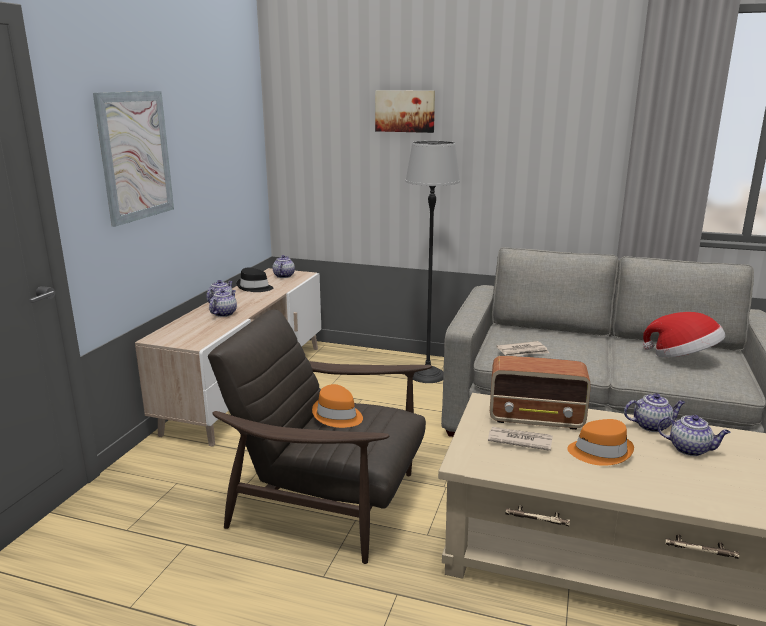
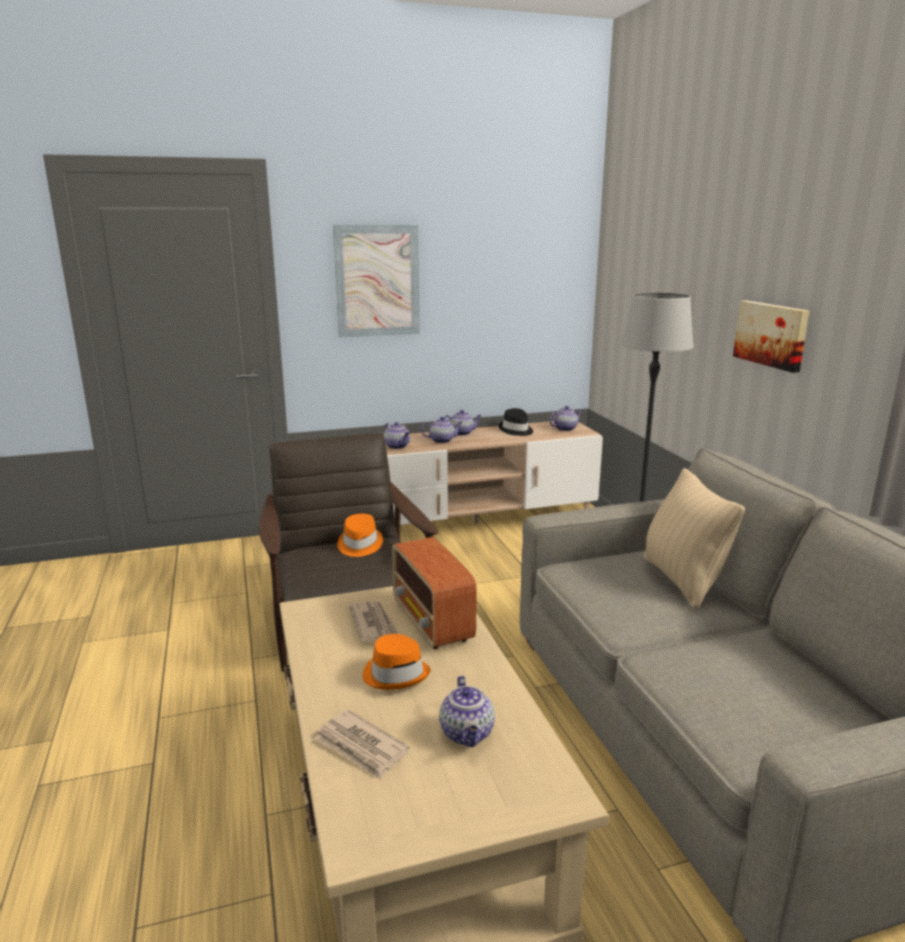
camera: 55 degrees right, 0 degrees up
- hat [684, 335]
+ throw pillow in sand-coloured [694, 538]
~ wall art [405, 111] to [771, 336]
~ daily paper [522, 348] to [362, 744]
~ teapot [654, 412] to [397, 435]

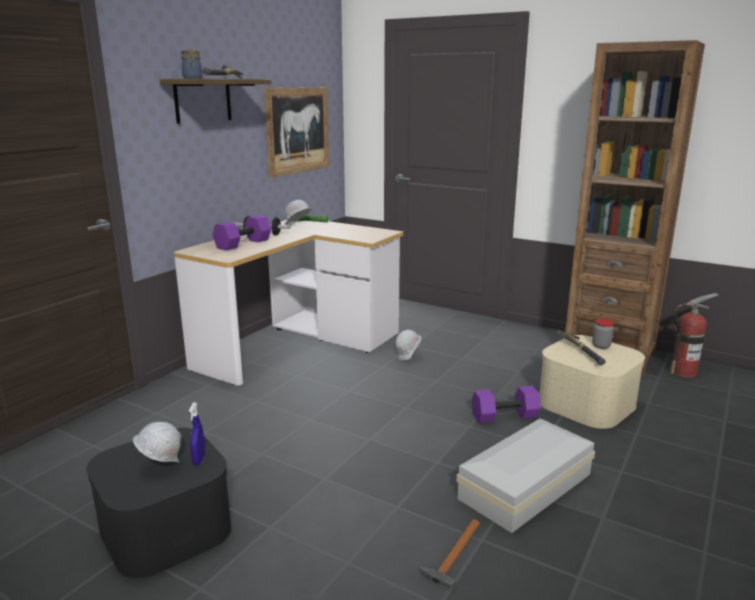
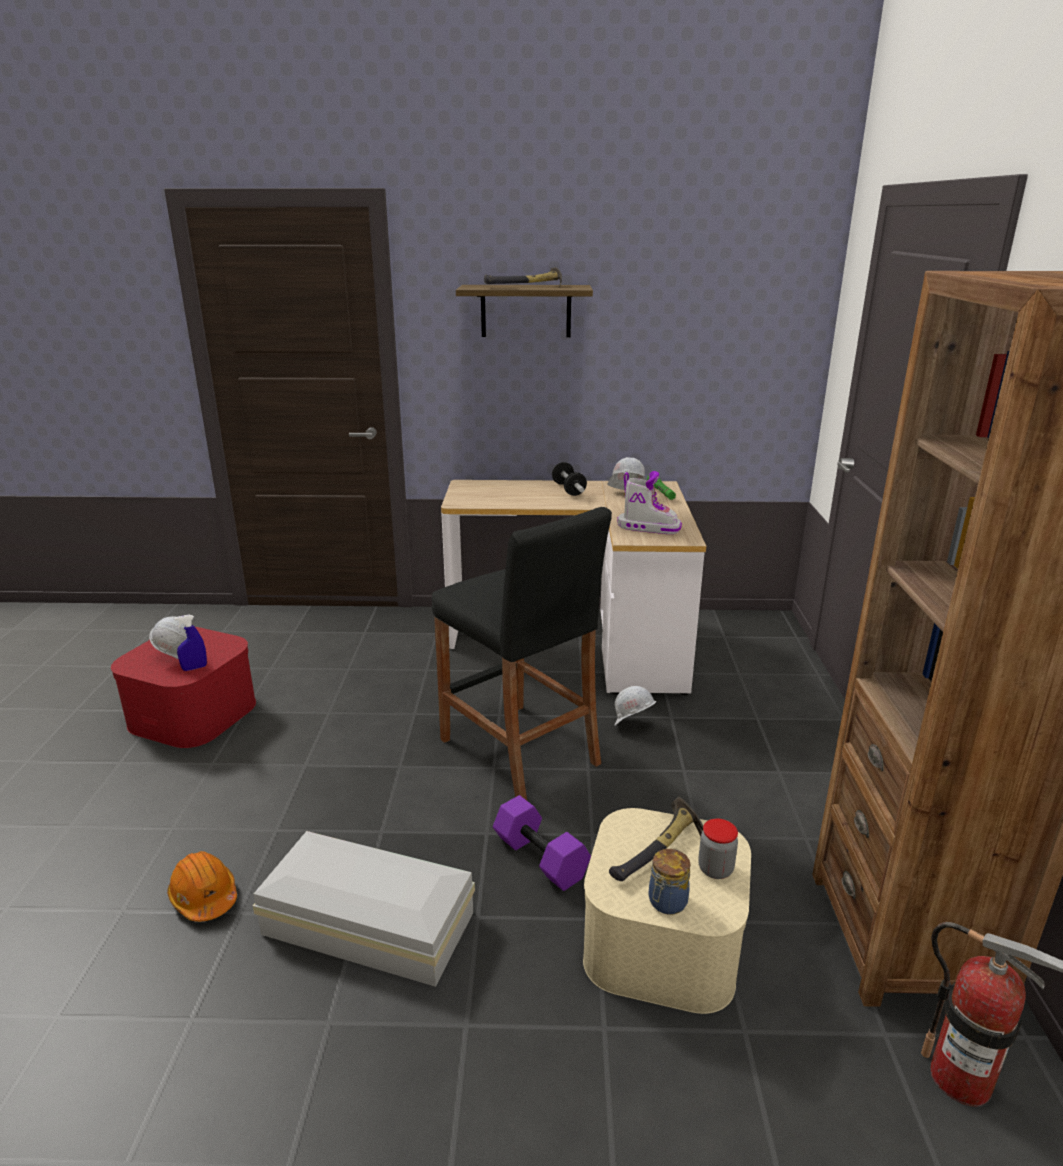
camera: 60 degrees right, 5 degrees up
- hand weight in purple-coloured [241, 233]
- wall art [296, 132]
+ sitting stool in blackish [522, 653]
+ high-top boot [649, 502]
~ storage jar [191, 64] to [670, 882]
~ hammer [449, 554] to hard hat in orange [202, 886]
~ storage container in blackish [159, 503] to storage container in reddish [183, 687]

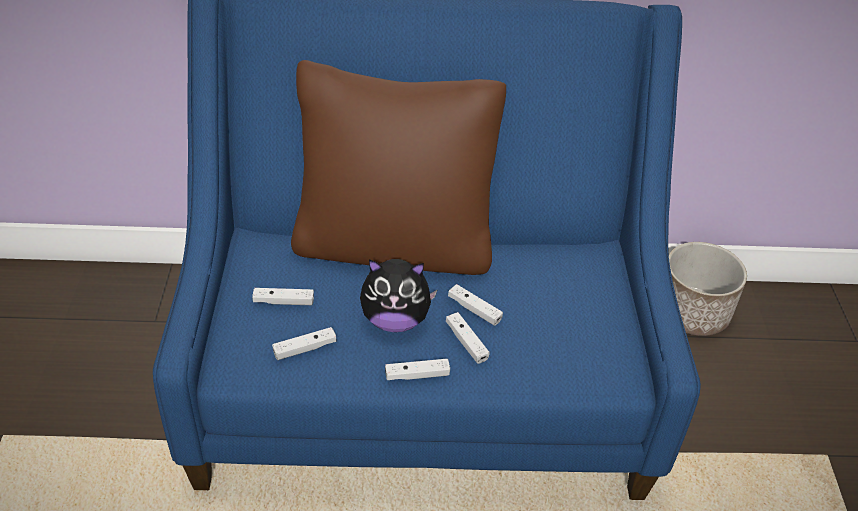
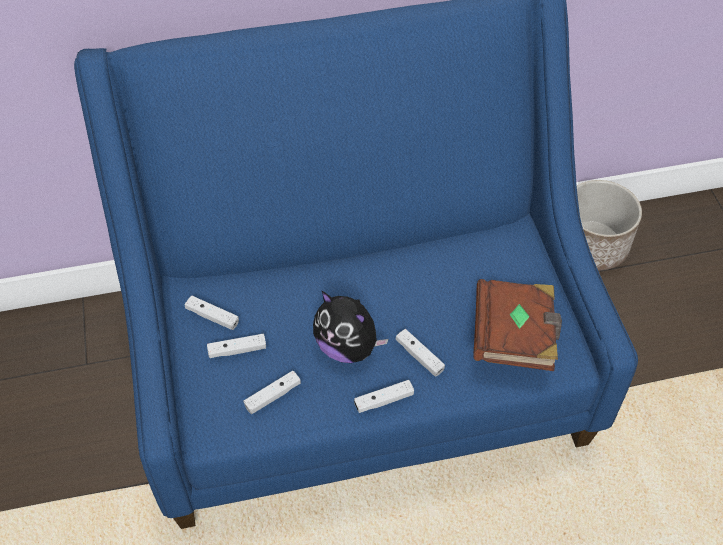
camera: 10 degrees left, 10 degrees up
- throw pillow in brown-coloured [398, 167]
+ volume in brown-coloured [518, 325]
~ game controller in whitish [475, 305] to [212, 312]
~ plush toy [399, 295] = [351, 327] 45 degrees clockwise

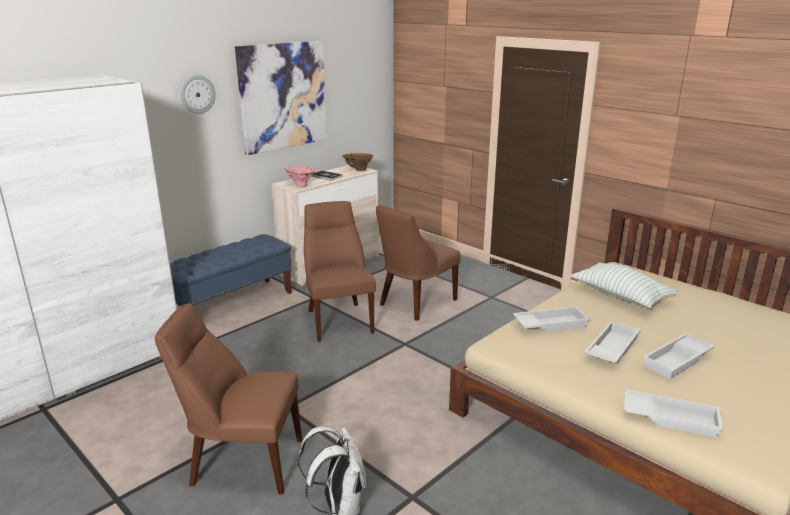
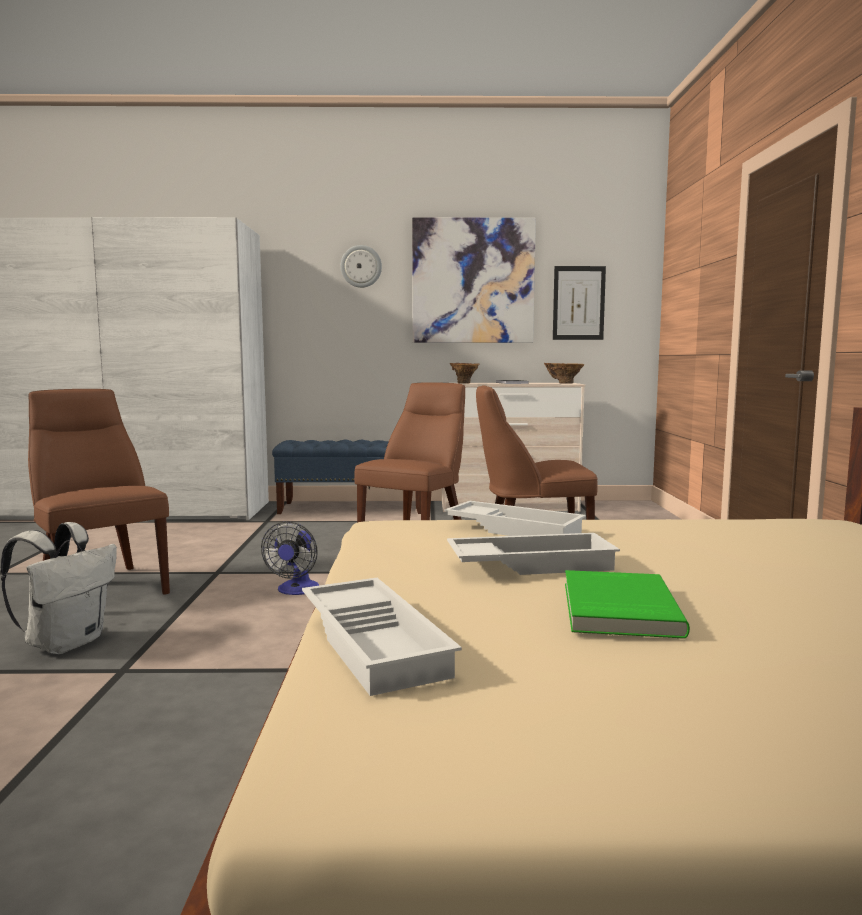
camera: 45 degrees right, 15 degrees down
- throw pillow [624, 285]
+ fan [290, 558]
+ wall art [579, 303]
~ serving tray in whitish [679, 356] to volume in green-coloured [627, 604]
~ decorative vase in pink-coloured [299, 176] to decorative vase in brown-coloured [464, 373]

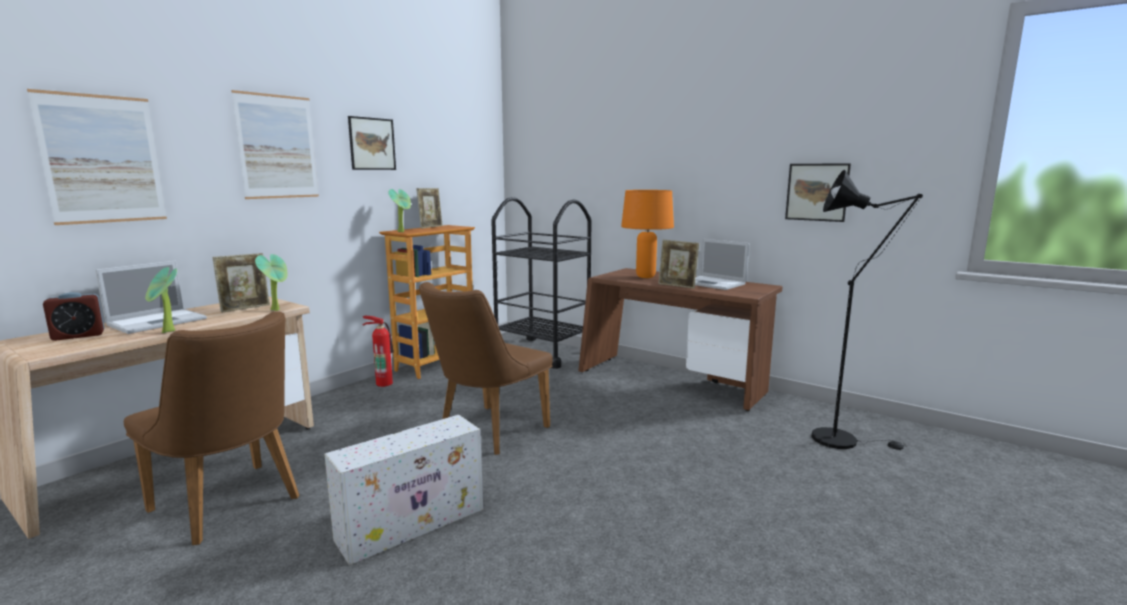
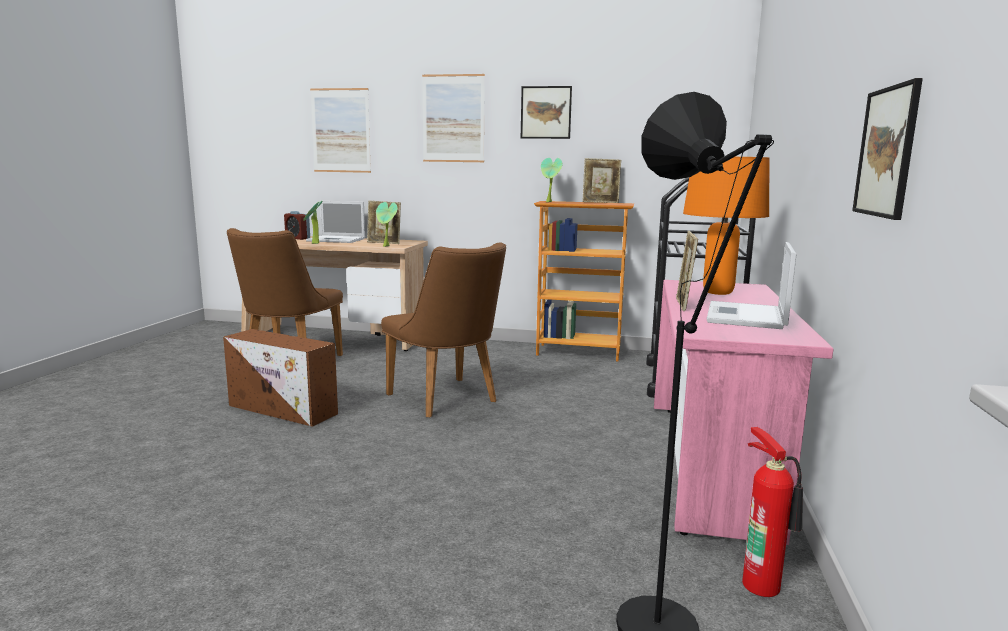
camera: 65 degrees right, 0 degrees up
~ fire extinguisher [378, 351] to [772, 512]
~ storage container in whitish [403, 490] to storage container in brown-coloured [280, 378]
~ desk in brown-coloured [681, 339] to desk in pink-coloured [744, 412]
~ plain chair in brown-coloured [486, 368] = [443, 329] 135 degrees counterclockwise

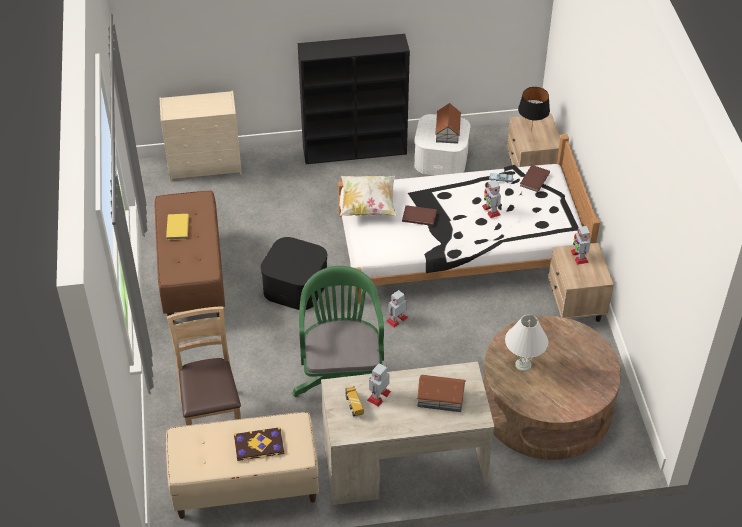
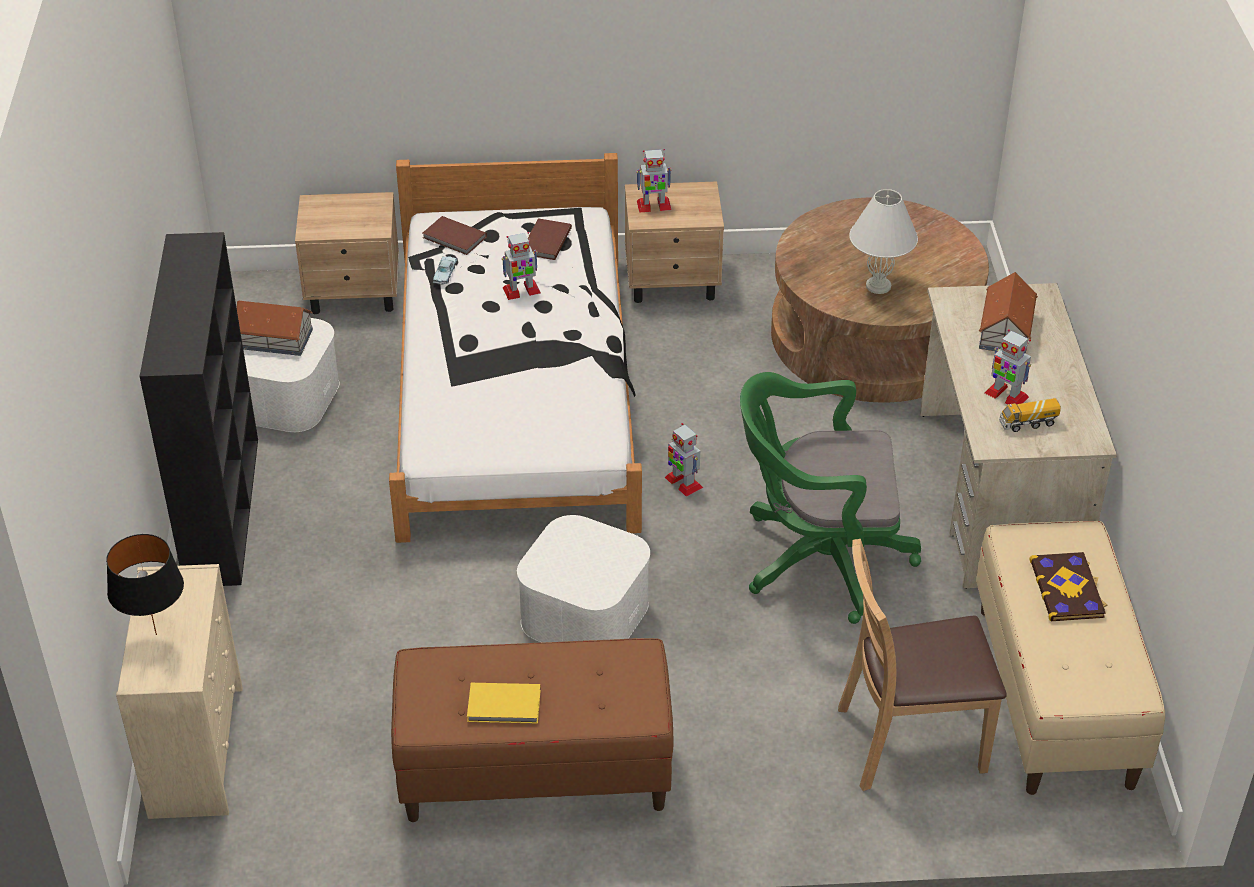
camera: 85 degrees left, 5 degrees down
- throw pillow [368, 196]
~ volume in brown-coloured [419, 215] to [550, 239]
~ tabletop lamp in blackish [534, 109] to [145, 584]
~ storage container in blackish [294, 273] to storage container in whitish [583, 579]

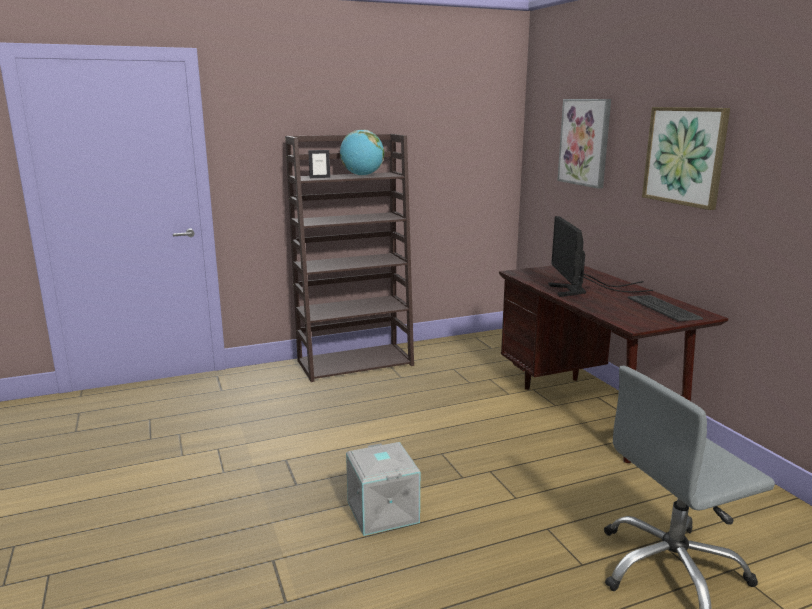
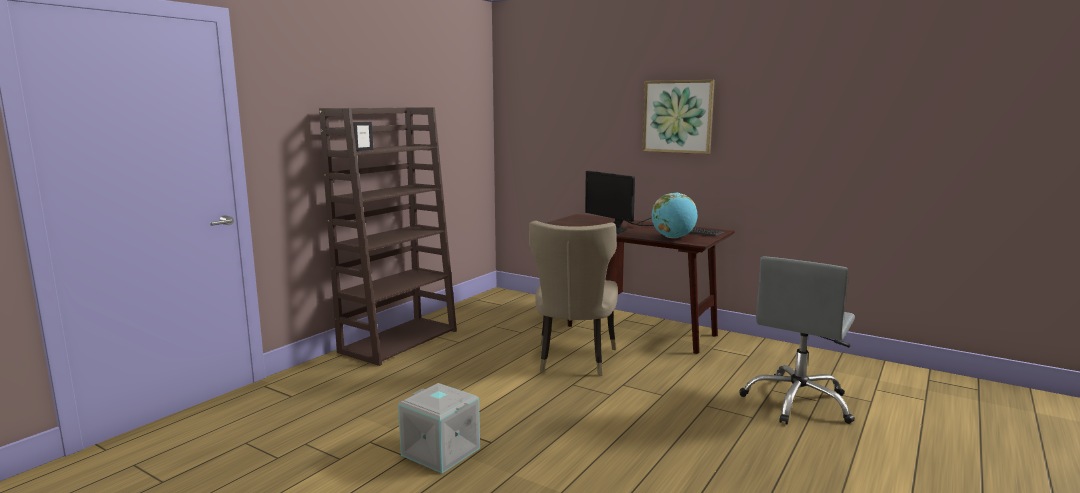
camera: 35 degrees left, 5 degrees down
- wall art [584, 144]
+ plain chair in sand-coloured [573, 298]
~ globe [362, 153] to [674, 215]
~ storage container in grey [383, 489] to [439, 428]

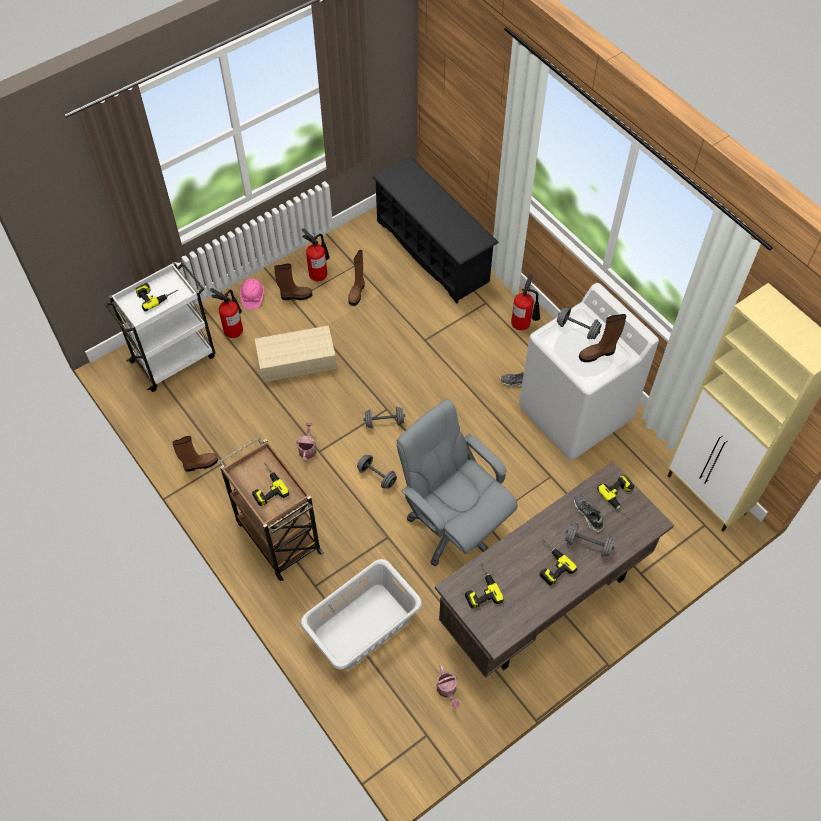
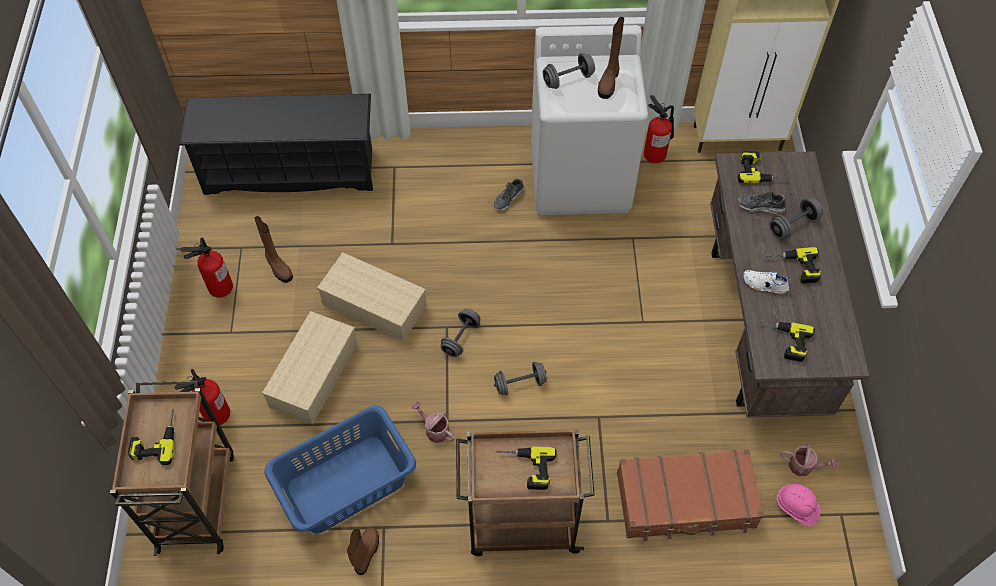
camera: 55 degrees left, 0 degrees up
- high-top boot in brown-coloured [293, 282]
- computer chair in grey [457, 482]
+ laundry basket in blue [340, 470]
+ storage container in sand-coloured [372, 297]
+ low shoe in whitish [767, 282]
~ hard hat in pink-coloured [252, 293] to [798, 505]
~ fire extinguisher [525, 302] to [659, 129]
~ laundry basket in grey [361, 614] to piece of luggage in brown-coloured [690, 495]
~ trolley in whitish [160, 327] to trolley in brown-coloured [172, 468]

